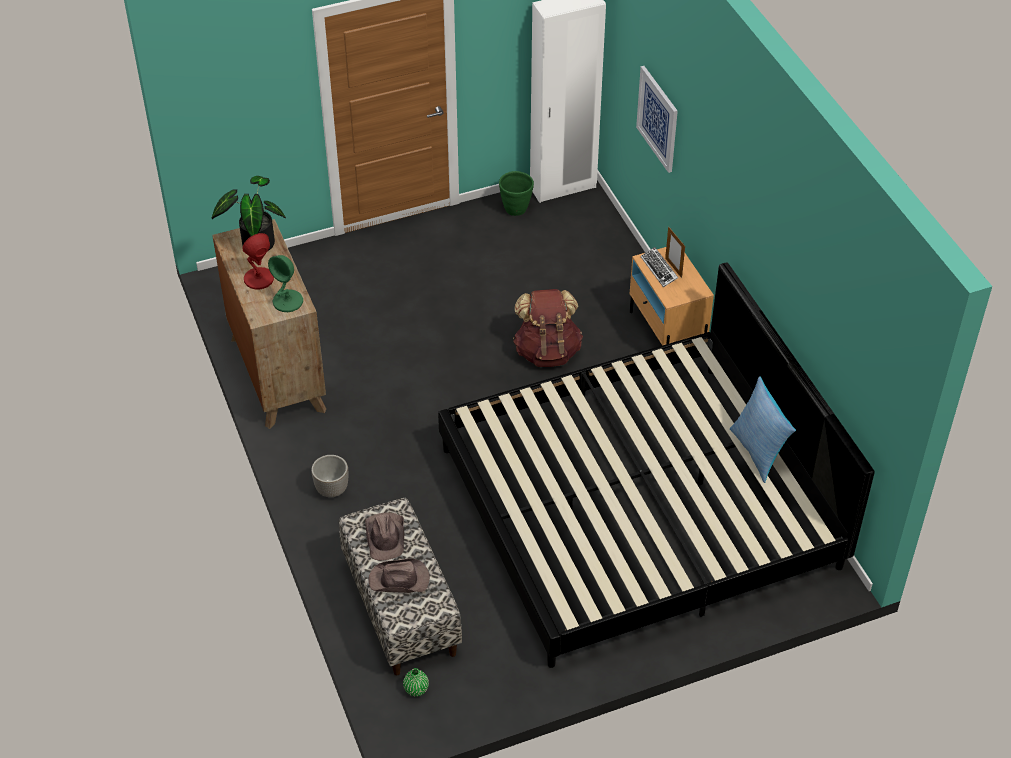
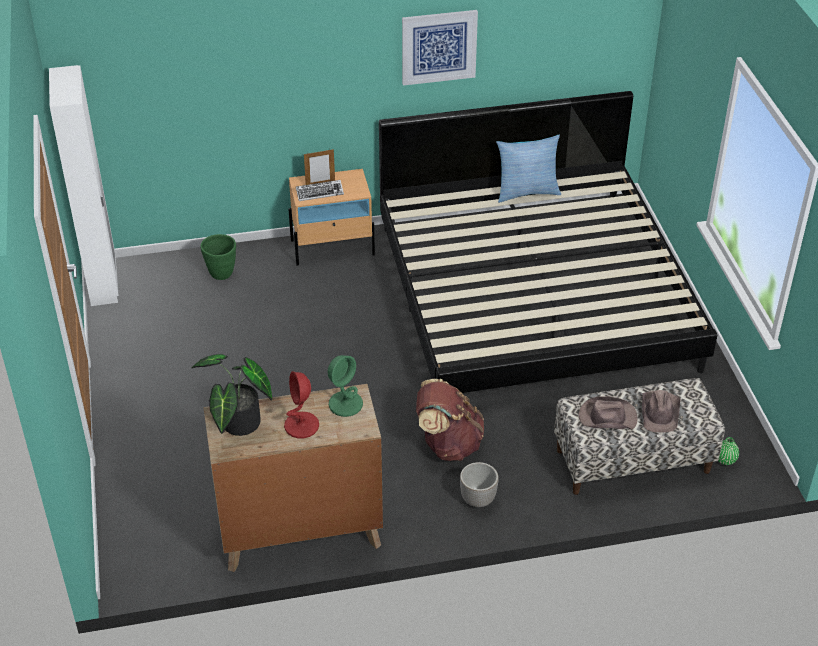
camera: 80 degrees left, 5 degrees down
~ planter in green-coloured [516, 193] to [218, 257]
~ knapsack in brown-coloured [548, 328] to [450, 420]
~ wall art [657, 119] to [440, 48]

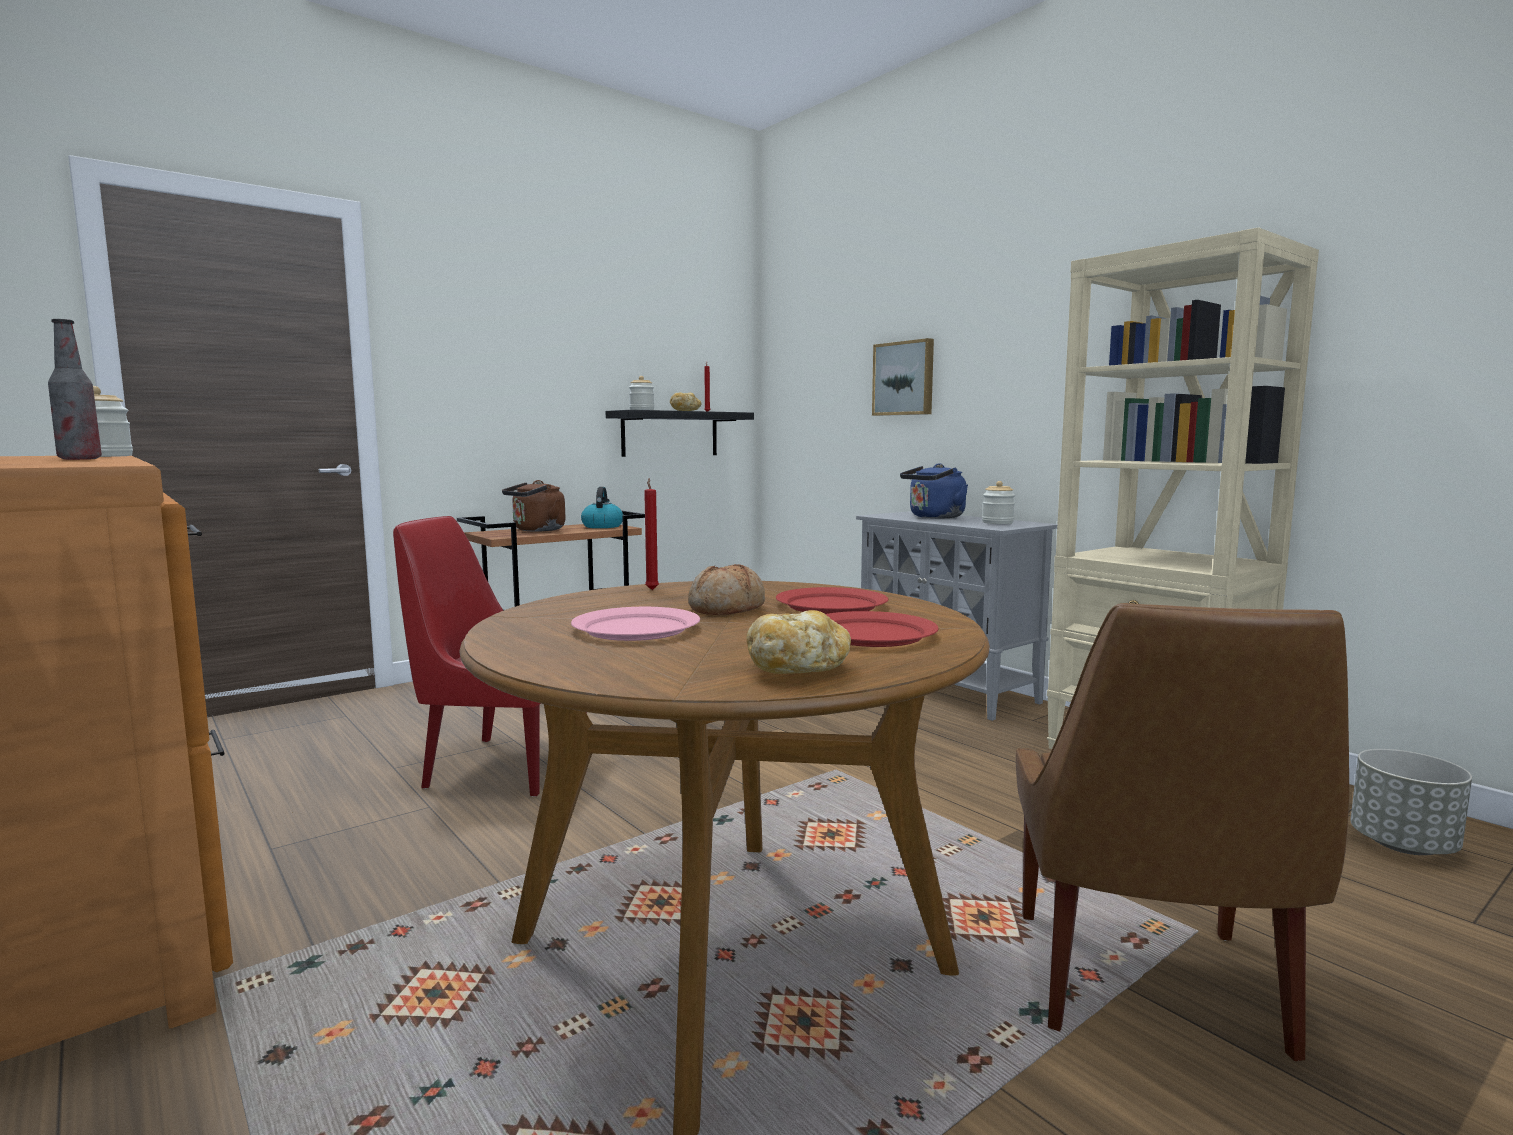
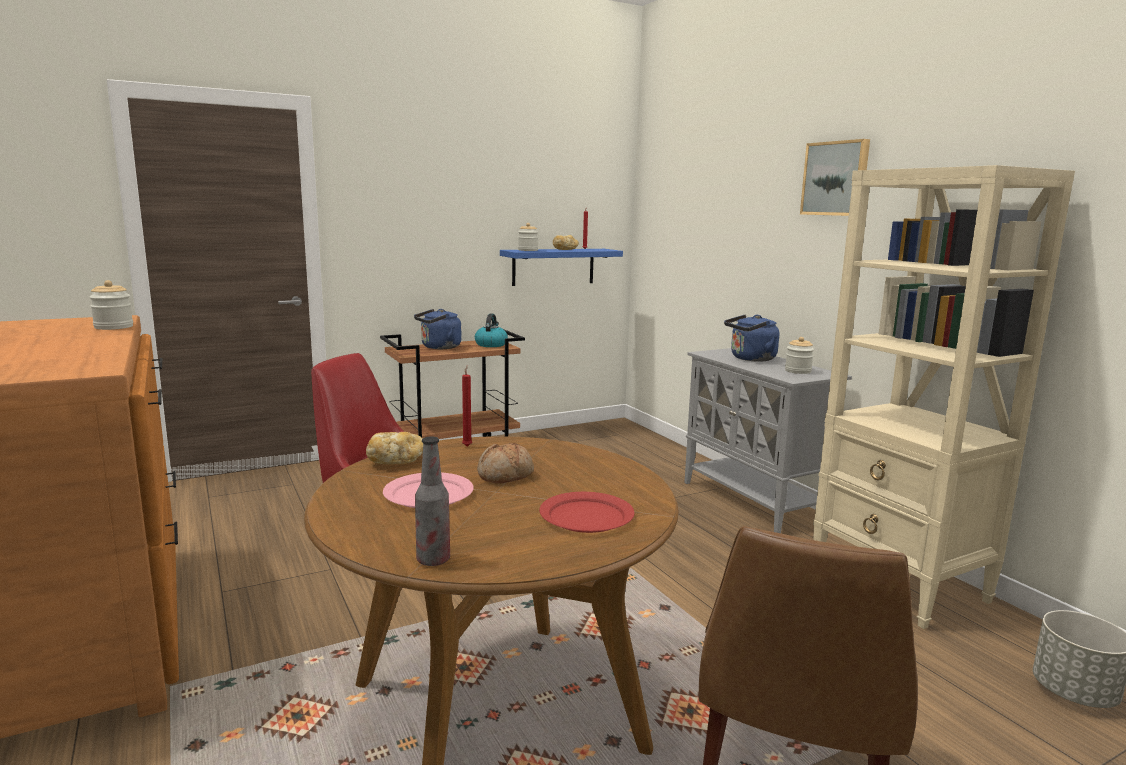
camera: 10 degrees right, 5 degrees up
- dinner plate in reddish [832, 600]
~ bottle [75, 389] to [432, 501]
~ bakery bread [799, 642] to [394, 448]
~ wall art [903, 377] to [835, 177]
~ water kettle in brown-coloured [534, 506] to water kettle in blue [437, 329]
~ bracket shelf in blackish [680, 433] to bracket shelf in blue [561, 267]

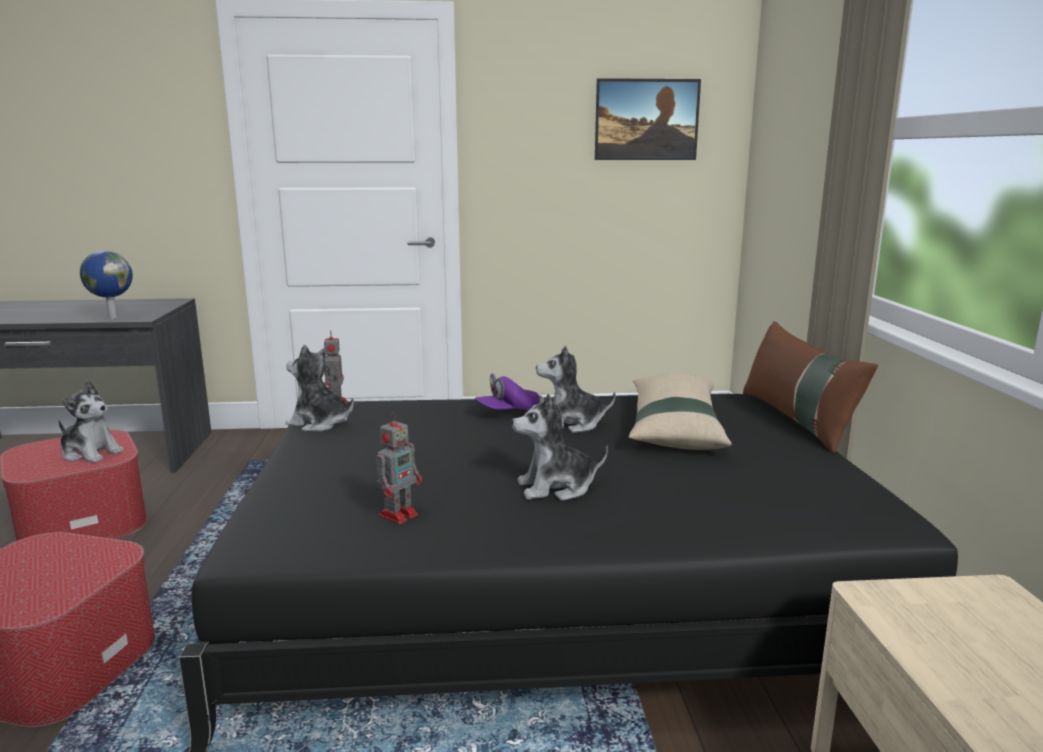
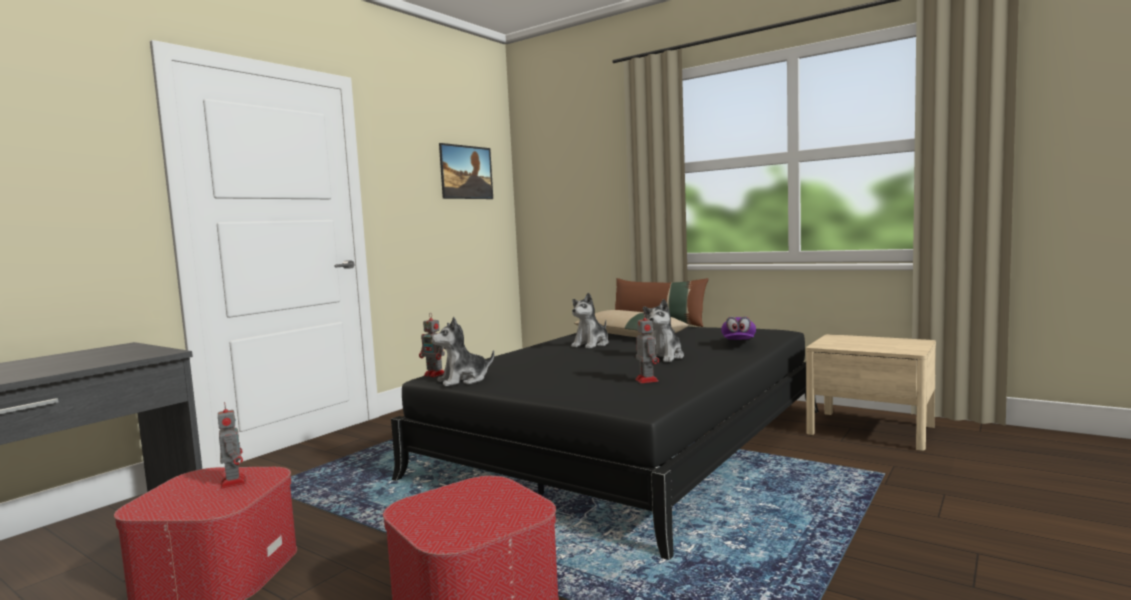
camera: 50 degrees left, 10 degrees down
- globe [106, 285]
~ cap in purple-coloured [507, 392] to [738, 328]
~ plush toy [91, 422] to toy robot [232, 445]

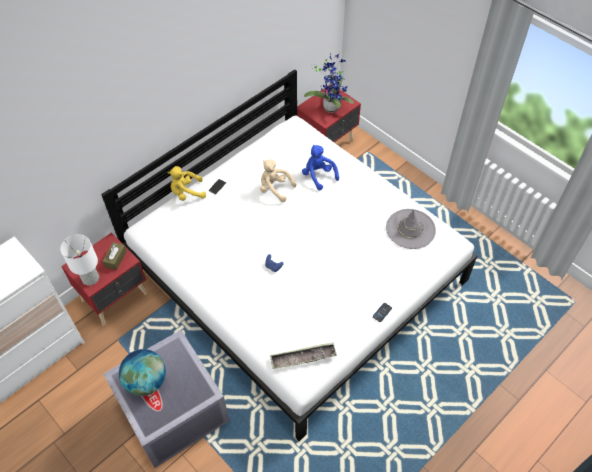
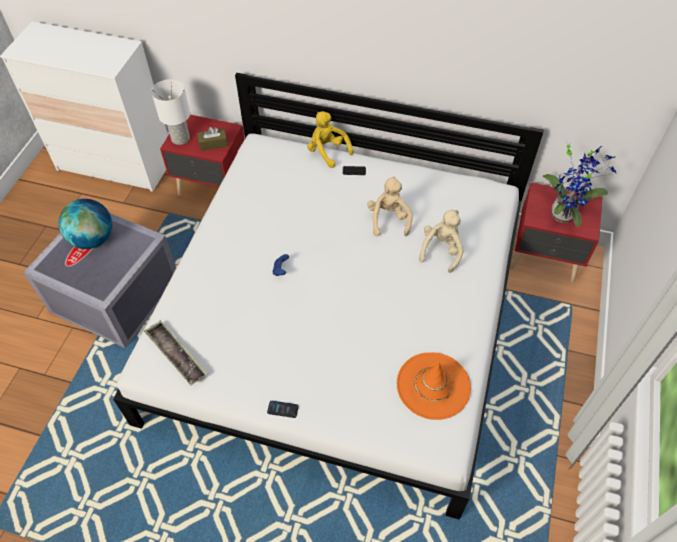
camera: 60 degrees right, 0 degrees up
~ plush toy in blue [320, 167] to plush toy in sand-coloured [441, 241]
~ hat in grey [411, 229] to hat in orange [434, 386]

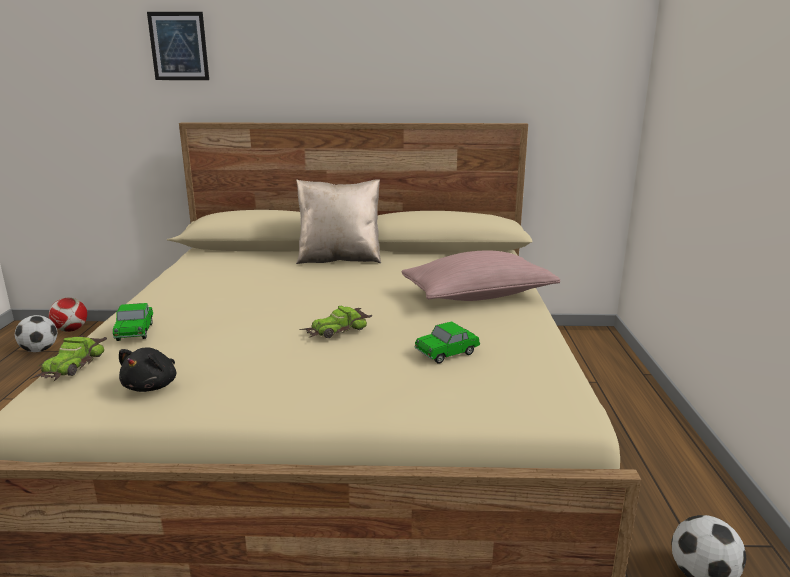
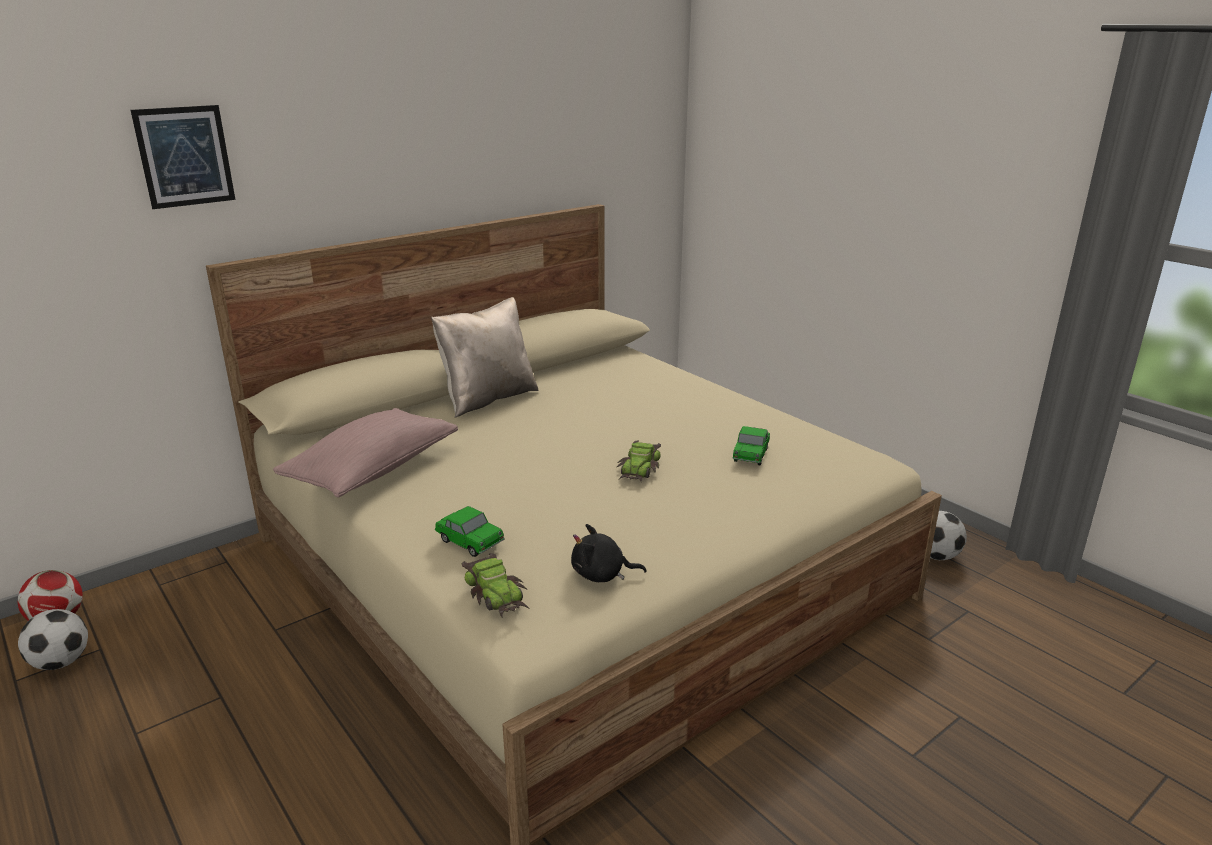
camera: 40 degrees left, 5 degrees up
~ throw pillow in pink-coloured [481, 276] to [365, 453]
~ plush toy in blackish [147, 370] = [608, 553] 120 degrees clockwise

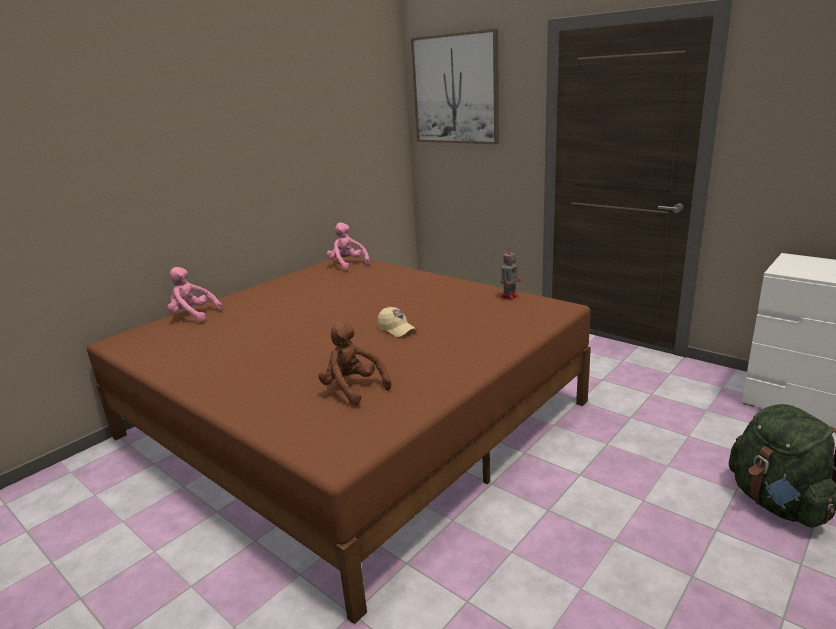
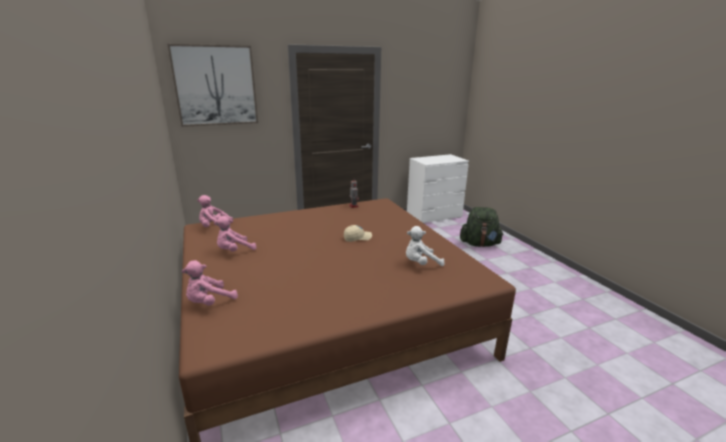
camera: 65 degrees left, 0 degrees up
+ plush toy in pink-coloured [235, 234]
~ plush toy in brown-coloured [354, 363] to plush toy in whitish [425, 246]

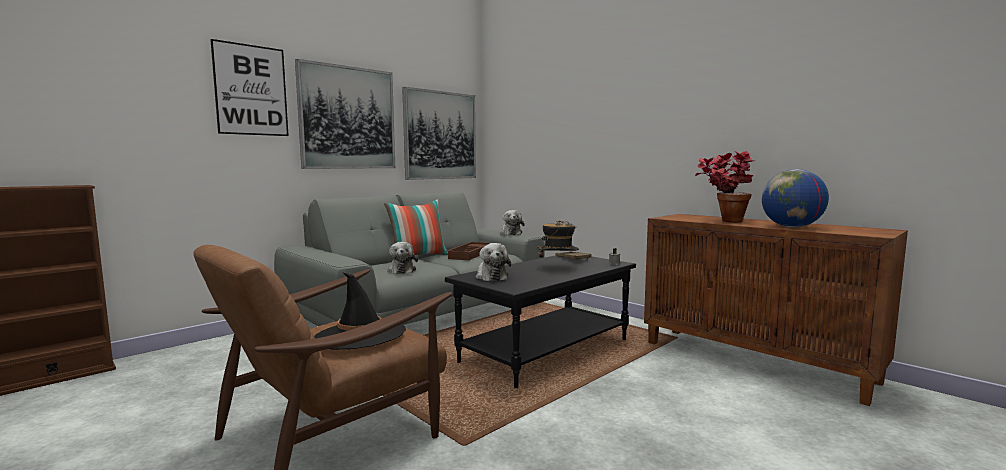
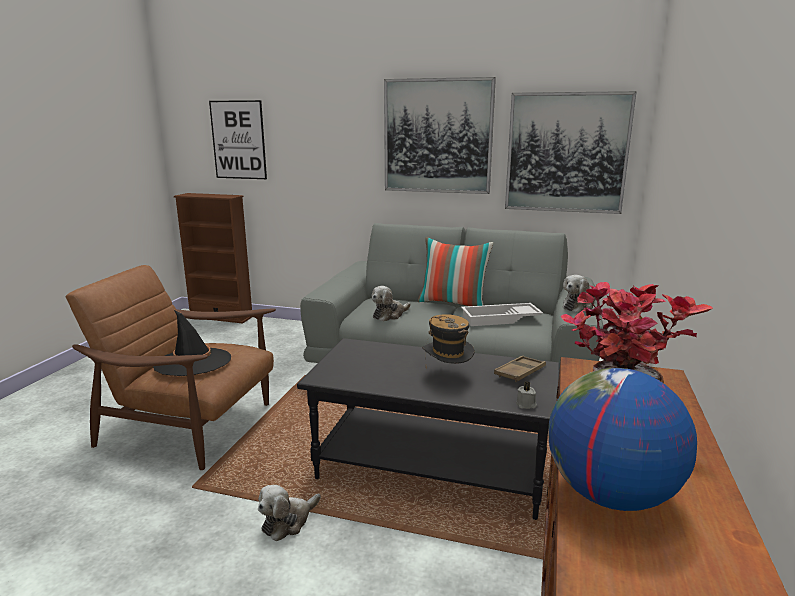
camera: 60 degrees right, 10 degrees up
~ wall art [249, 87] to [238, 139]
~ plush toy [493, 262] to [289, 513]
~ serving tray in brown-coloured [468, 251] to serving tray in whitish [502, 314]

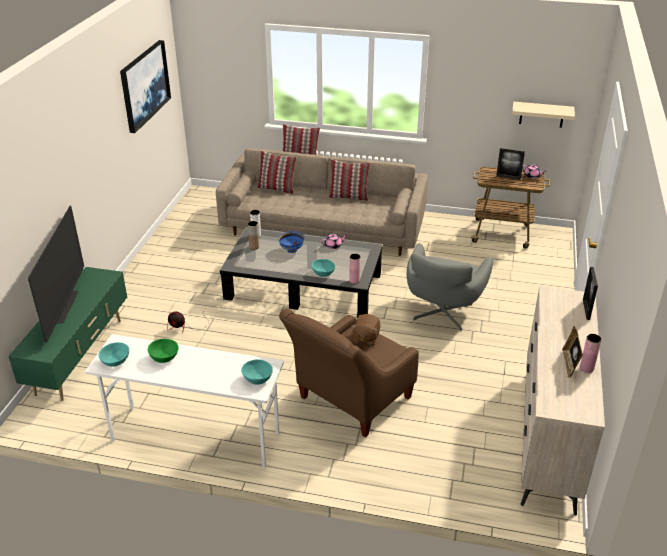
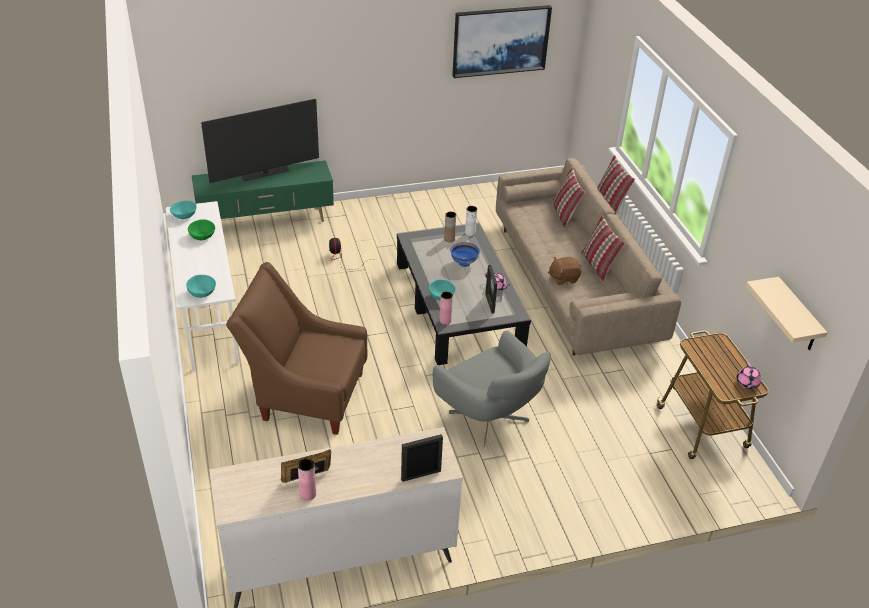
camera: 60 degrees right, 5 degrees up
~ plush toy in brown-coloured [365, 329] to [564, 271]
~ picture frame [510, 164] to [491, 289]
~ easy chair in grey [450, 287] = [492, 388] 120 degrees counterclockwise

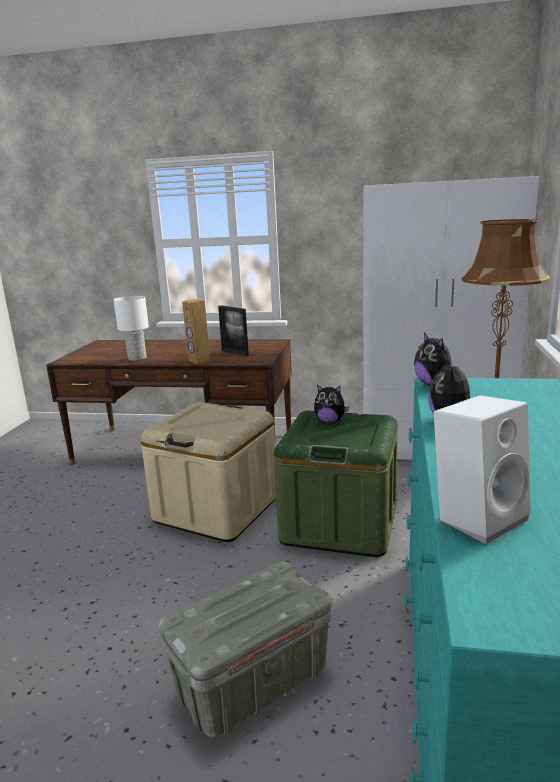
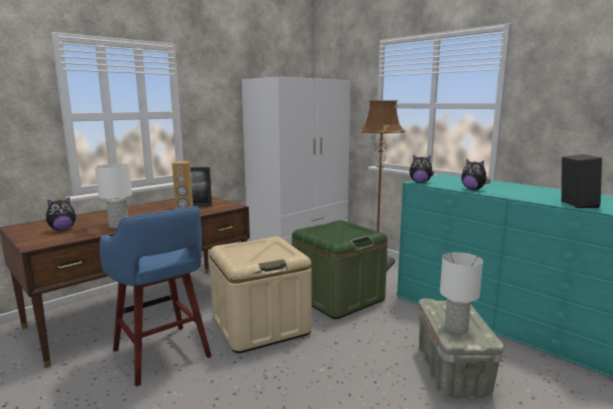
camera: 55 degrees left, 5 degrees down
+ sitting stool in blue [155, 296]
+ tabletop lamp in whitish [461, 293]
~ plush toy [331, 404] to [61, 213]
~ speaker in whitish [482, 469] to speaker in blackish [581, 181]

